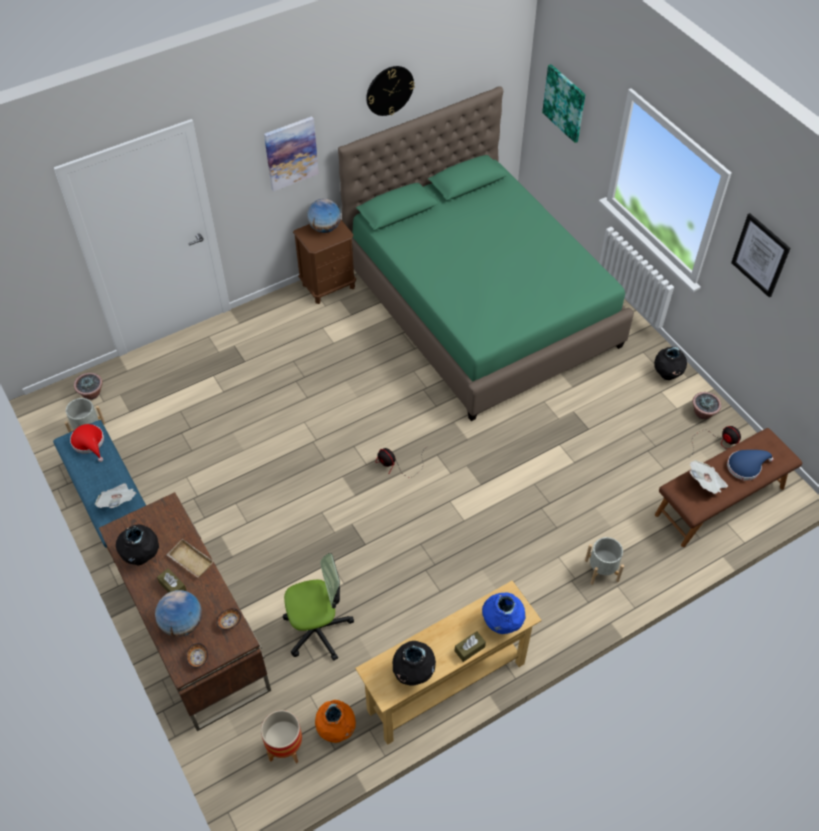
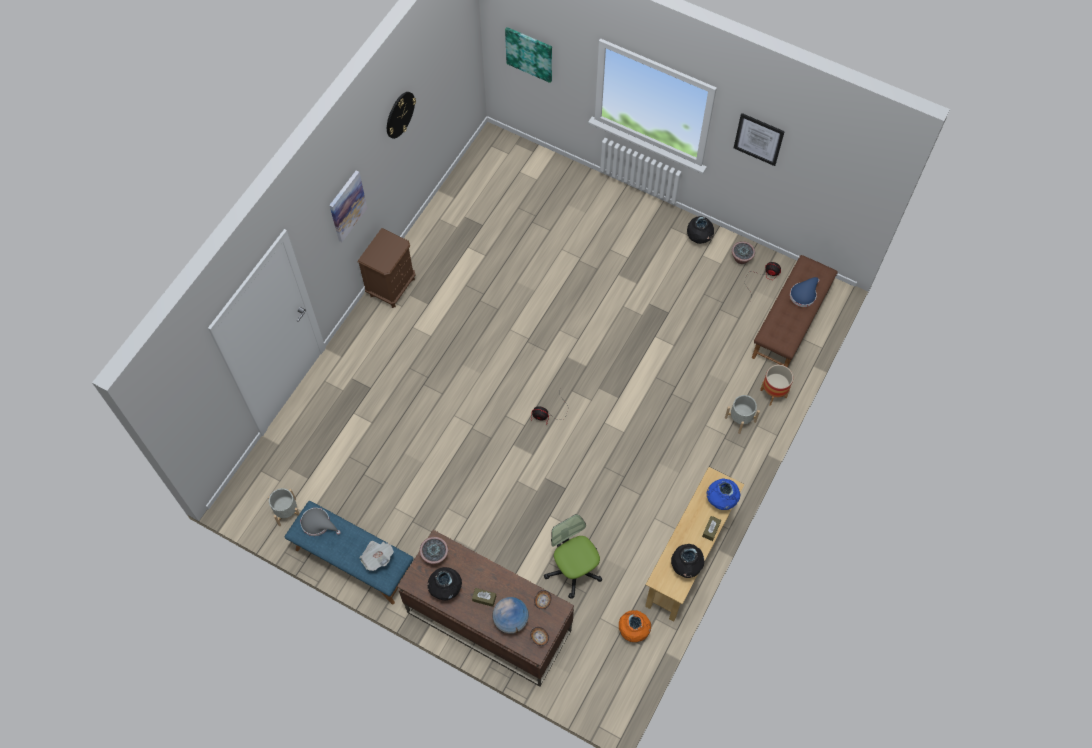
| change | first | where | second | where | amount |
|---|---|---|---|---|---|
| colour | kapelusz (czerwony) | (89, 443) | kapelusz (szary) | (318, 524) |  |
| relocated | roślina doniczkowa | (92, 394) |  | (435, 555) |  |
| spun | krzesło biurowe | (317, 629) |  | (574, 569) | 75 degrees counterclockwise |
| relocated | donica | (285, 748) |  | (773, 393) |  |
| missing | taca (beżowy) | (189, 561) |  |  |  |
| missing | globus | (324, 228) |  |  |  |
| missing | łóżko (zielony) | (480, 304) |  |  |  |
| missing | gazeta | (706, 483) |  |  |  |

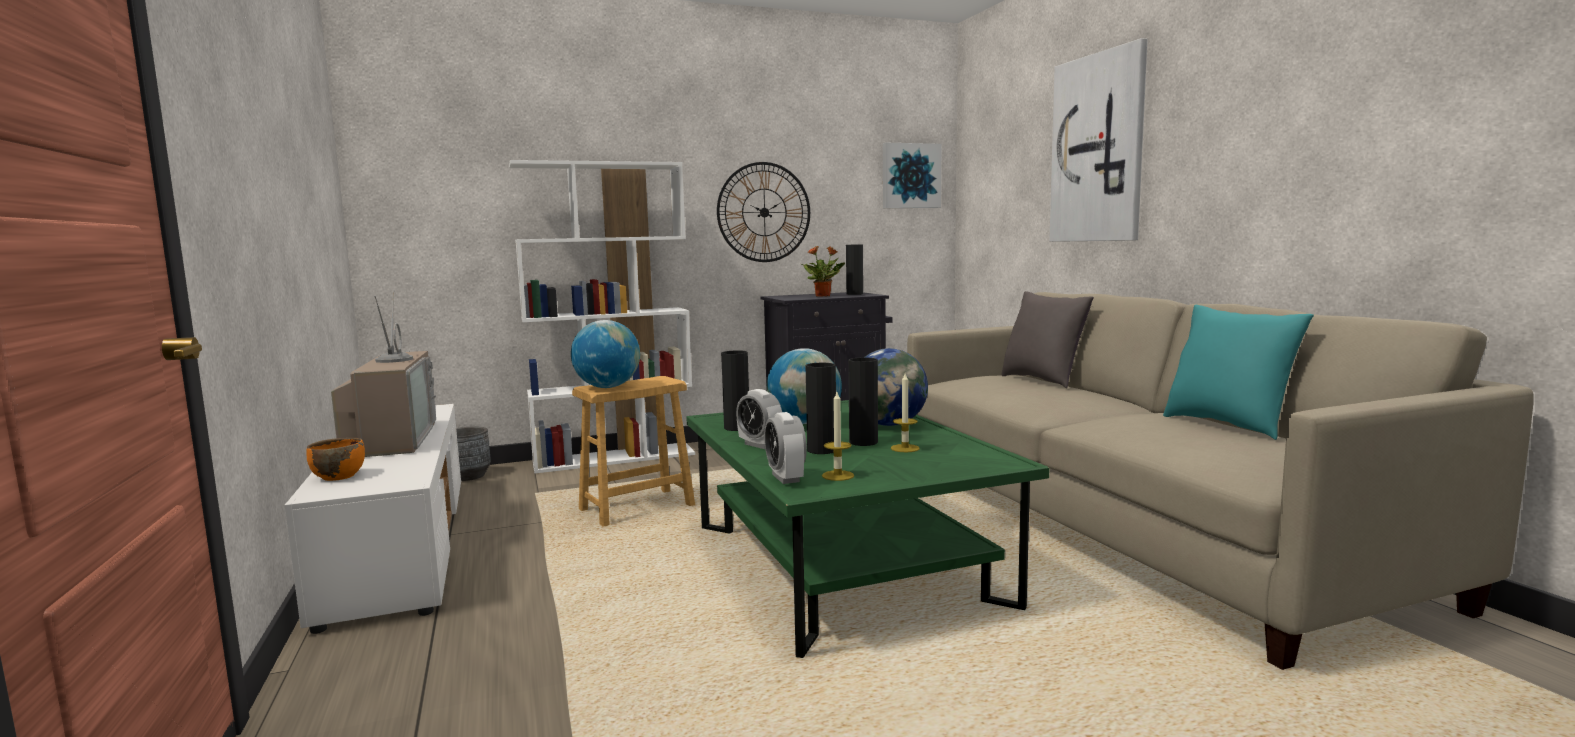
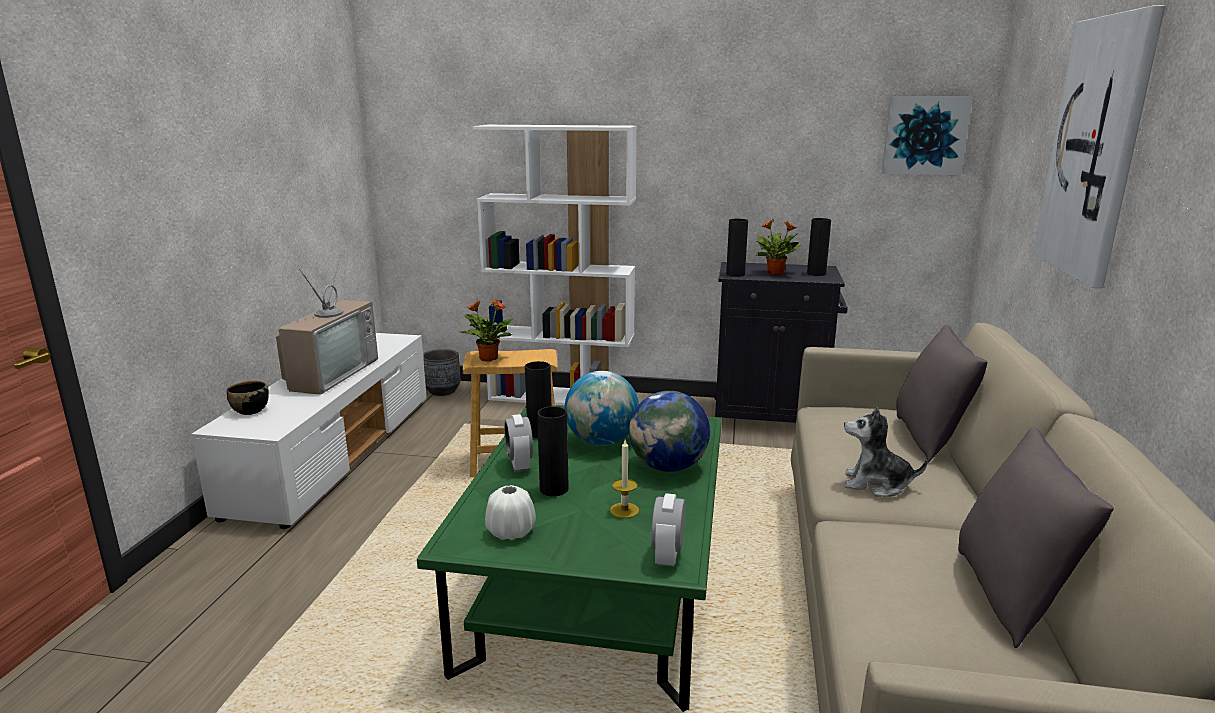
| change | first | where | second | where | amount |
|---|---|---|---|---|---|
| colour | miska (pomarańczowy) | (338, 476) | miska (czarny) | (250, 410) |  |
| exchanged | globus | (607, 387) | roślina doniczkowa | (488, 358) |  |
| exchanged | świeca | (838, 475) | wazon (biały) | (511, 532) |  |
| relocated | budzik | (786, 478) |  | (667, 556) |  |
| relocated | wazon (czarny) | (863, 442) |  | (735, 274) |  |
| appeared |  |  | pluszak | (876, 484) |  |
| colour | poduszka (turkusowy) | (1228, 425) | poduszka (szary) | (1010, 596) |  |
| missing | zegar ścienny | (764, 212) |  |  |  |

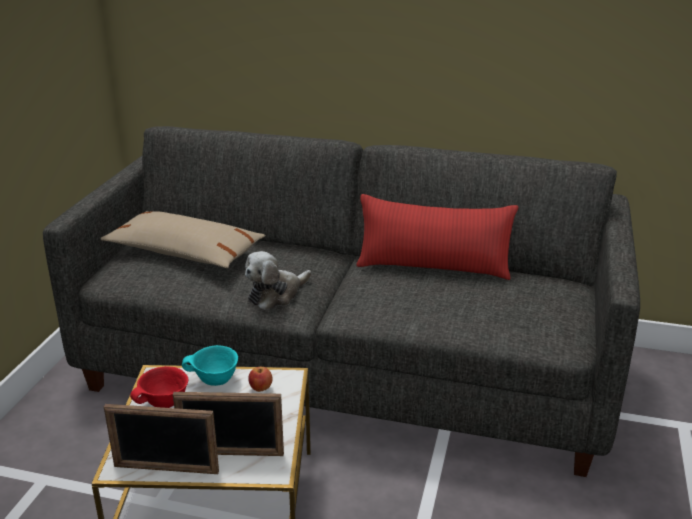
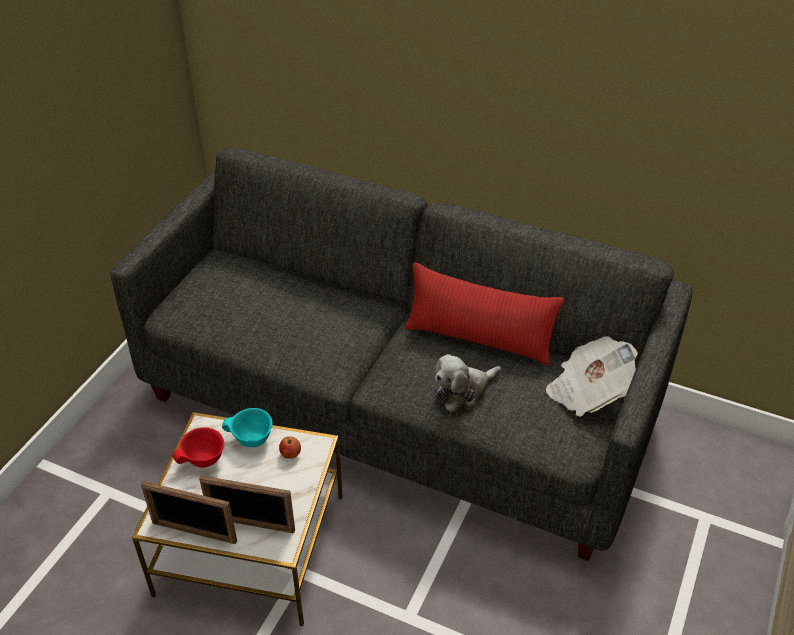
| change | first | where | second | where | amount |
|---|---|---|---|---|---|
| relocated | pluszak | (276, 295) |  | (463, 391) |  |
| appeared |  |  | gazeta | (588, 391) |  |
| missing | poduszka (beżowy) | (185, 253) |  |  |  |

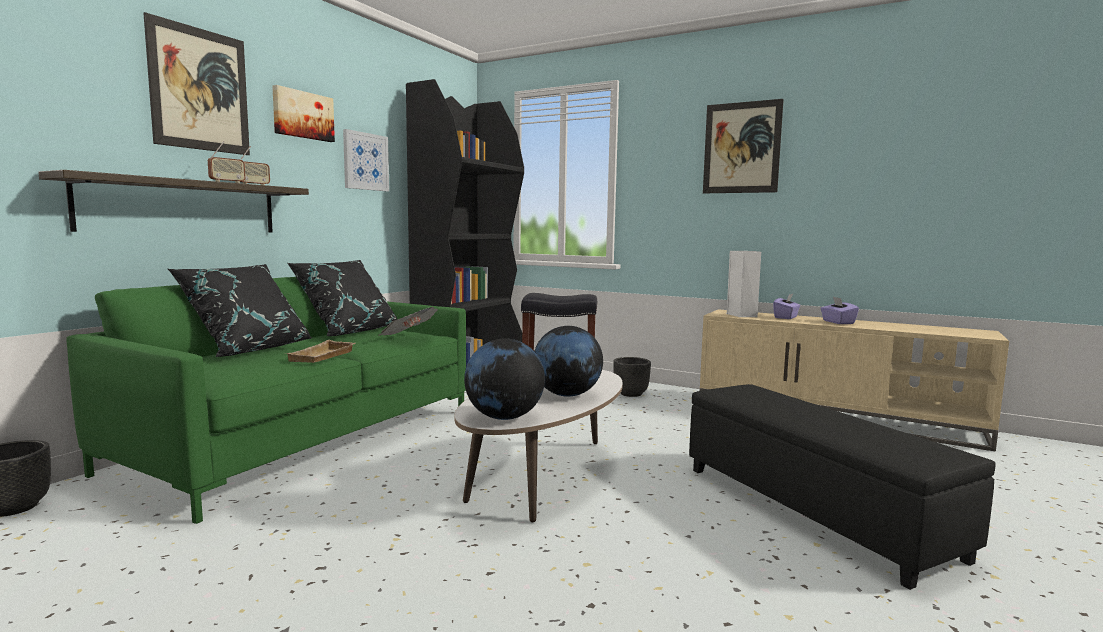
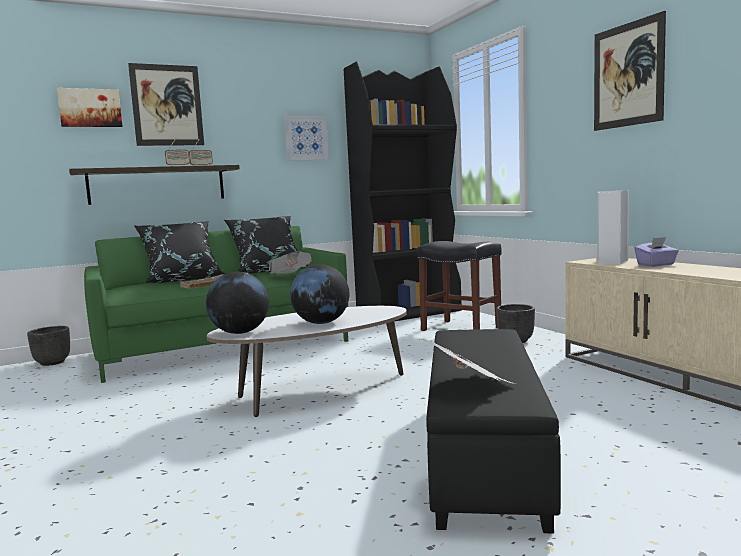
| change | first | where | second | where | amount |
|---|---|---|---|---|---|
| relocated | obraz | (302, 115) |  | (90, 108) |  |
| appeared |  |  | gazeta | (466, 386) |  |
| missing | pudełko chusteczek (fioletowy) | (837, 322) |  |  |  |

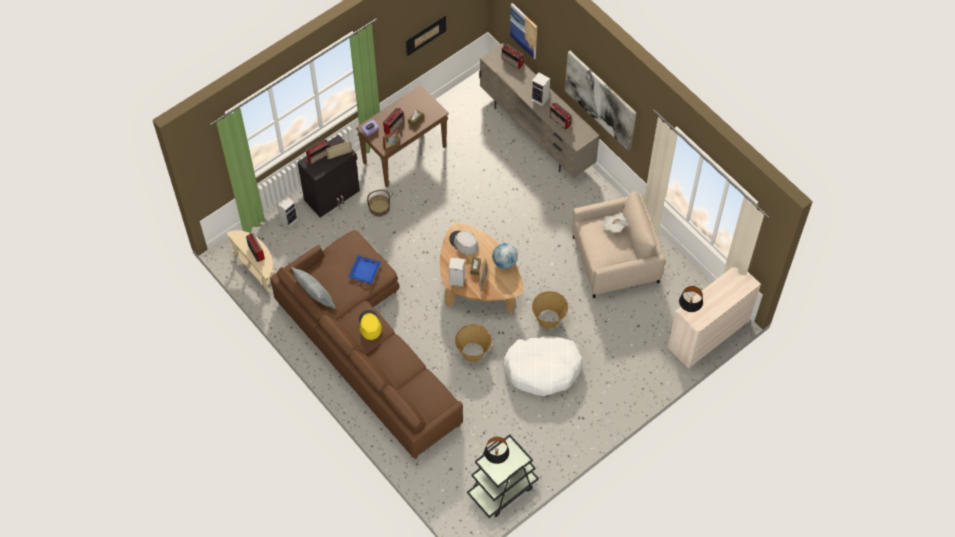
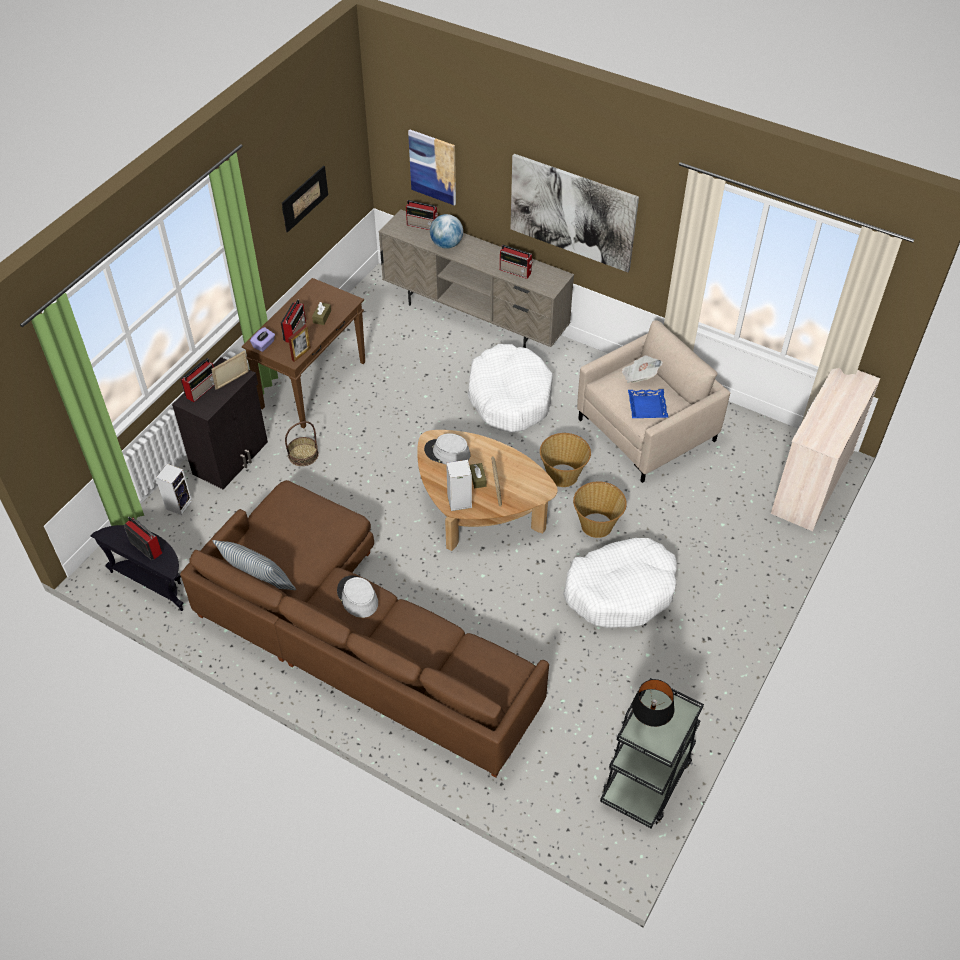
| change | first | where | second | where | amount |
|---|---|---|---|---|---|
| colour | stolik (beżowy) | (257, 270) | stolik (czarny) | (153, 582) |  |
| colour | kapelusz (żółty) | (369, 325) | kapelusz (szary) | (357, 597) |  |
| relocated | globus | (504, 262) |  | (446, 244) |  |
| appeared |  |  | legowisko (biały) | (509, 397) |  |
| relocated | koszyk | (473, 352) |  | (563, 475) |  |
| relocated | taca (niebieski) | (364, 271) |  | (647, 407) |  |
| missing | głośnik | (540, 99) |  |  |  |
| missing | lampa stołowa (czarny) | (688, 312) |  |  |  |

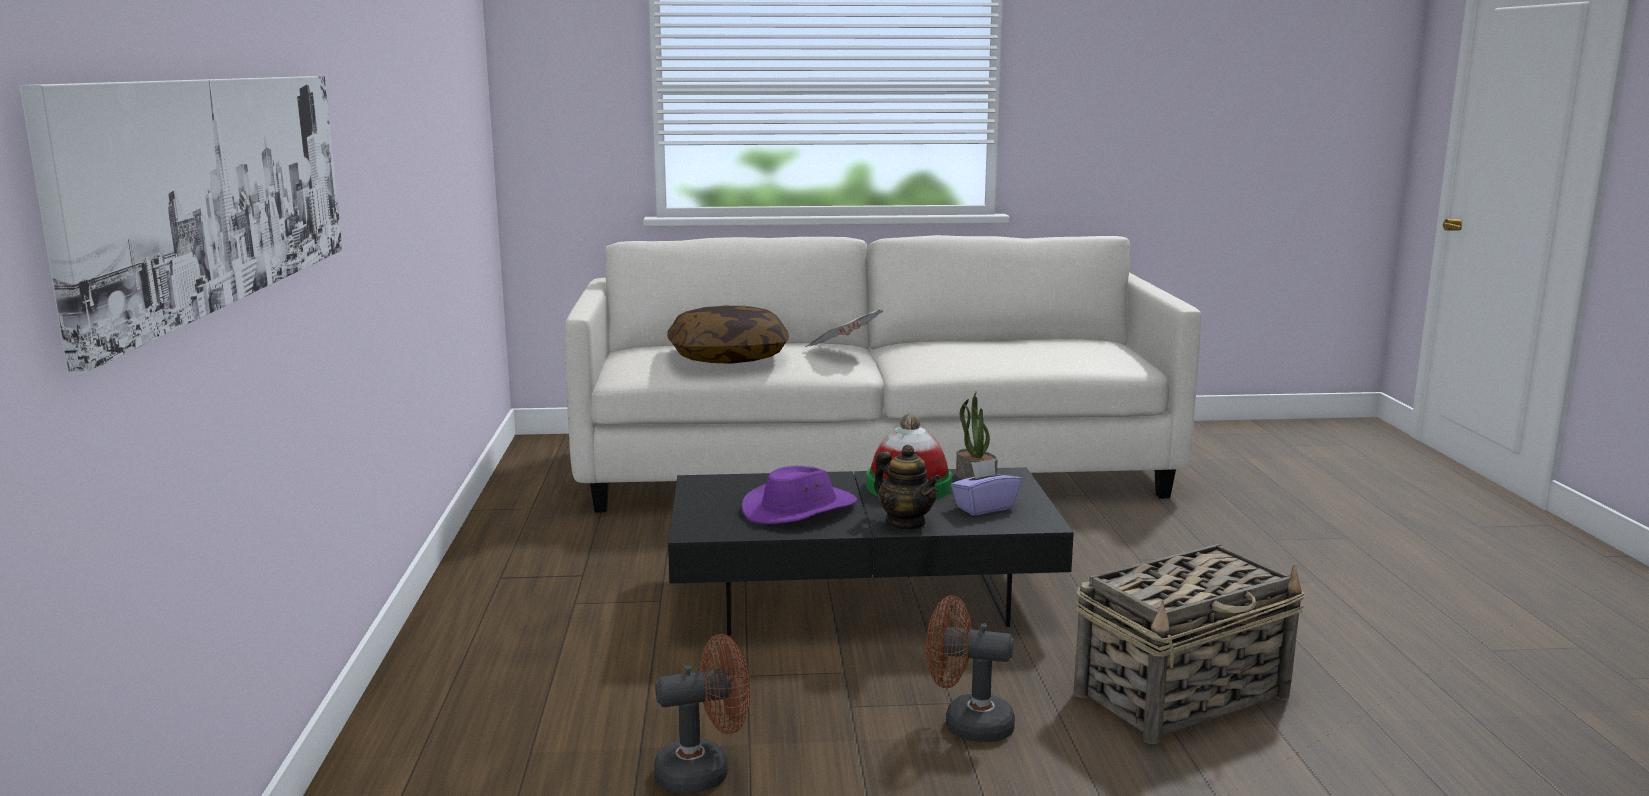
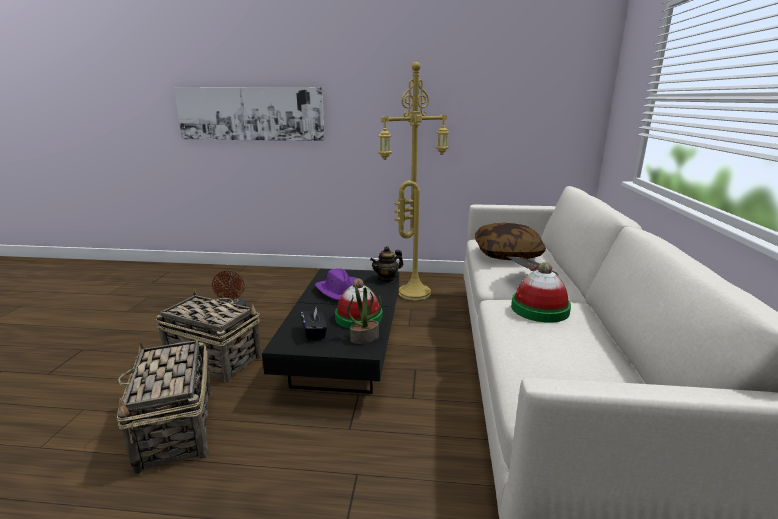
| change | first | where | second | where | amount |
|---|---|---|---|---|---|
| exchanged | wentylator (brązowy) | (967, 724) | koszyk | (213, 359) |  |
| colour | pudełko chusteczek (fioletowy) | (984, 507) | pudełko chusteczek (czarny) | (314, 333) |  |
| relocated | imbryk | (906, 523) |  | (387, 279) |  |
| appeared |  |  | lampa stojąca (żółty) | (414, 292) |  |
| appeared |  |  | kapelusz | (539, 309) |  |

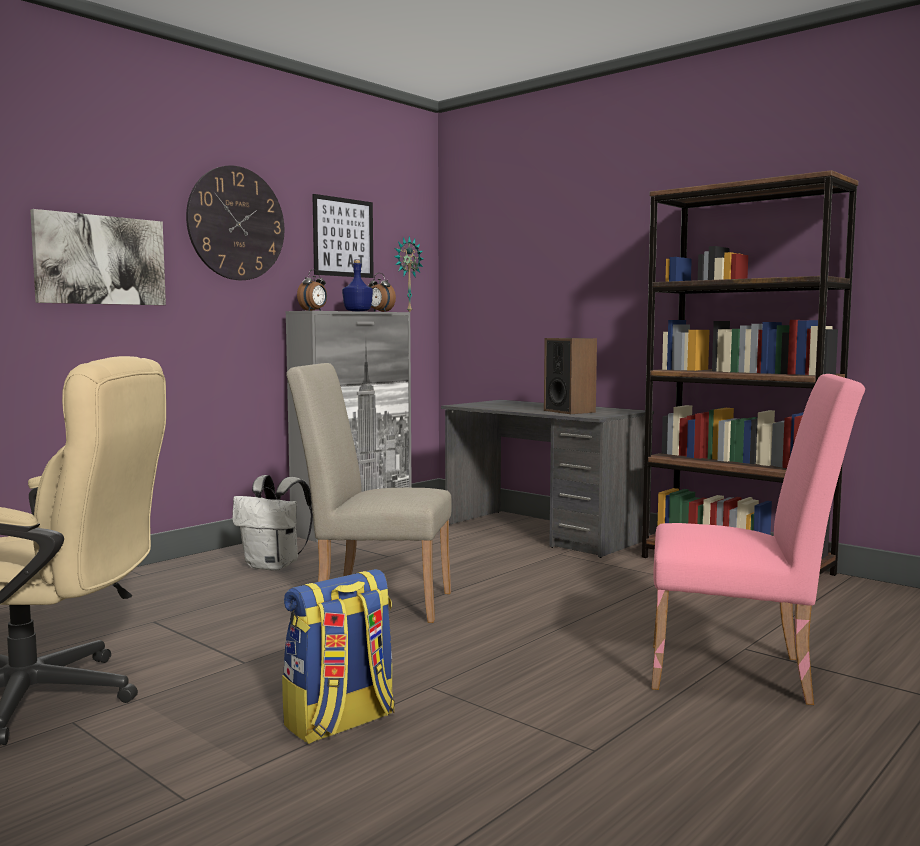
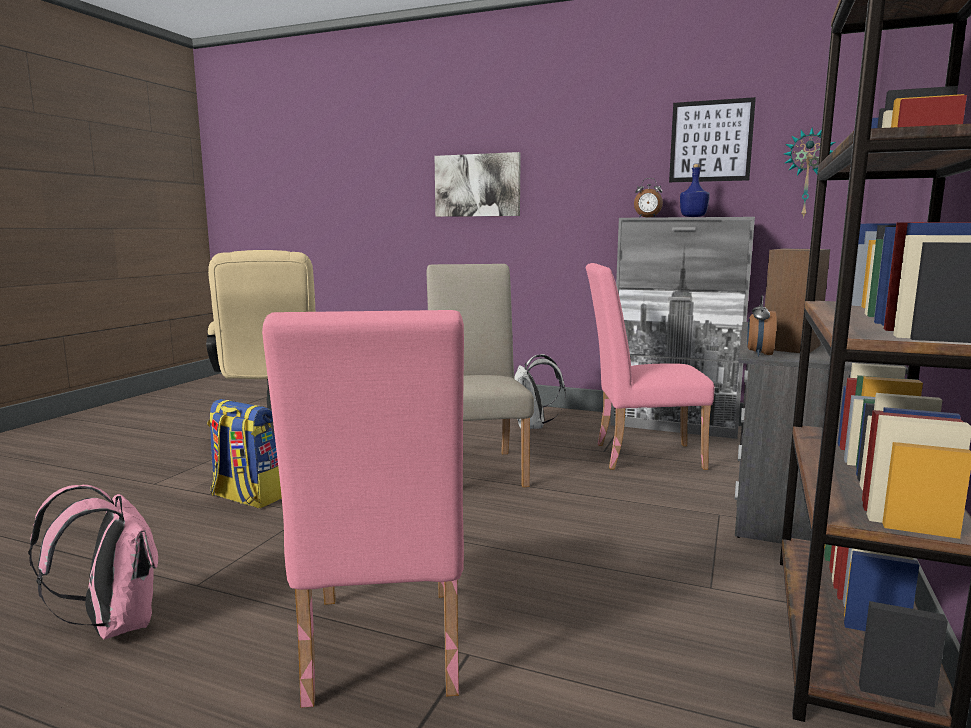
| change | first | where | second | where | amount |
|---|---|---|---|---|---|
| appeared |  |  | plecak (różowy) | (114, 625) |  |
| appeared |  |  | krzesło (różowy) | (639, 455) |  |
| relocated | budzik | (380, 311) |  | (759, 354) |  |
| missing | zegar ścienny | (236, 223) |  |  |  |

